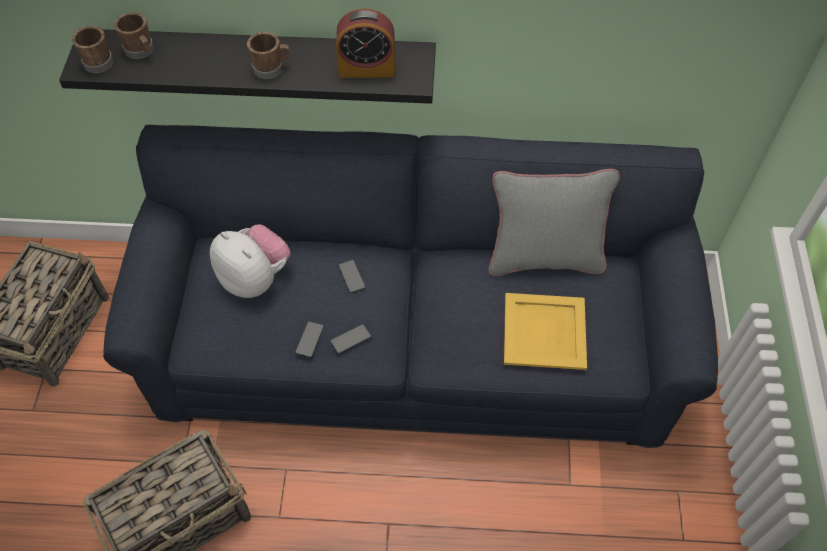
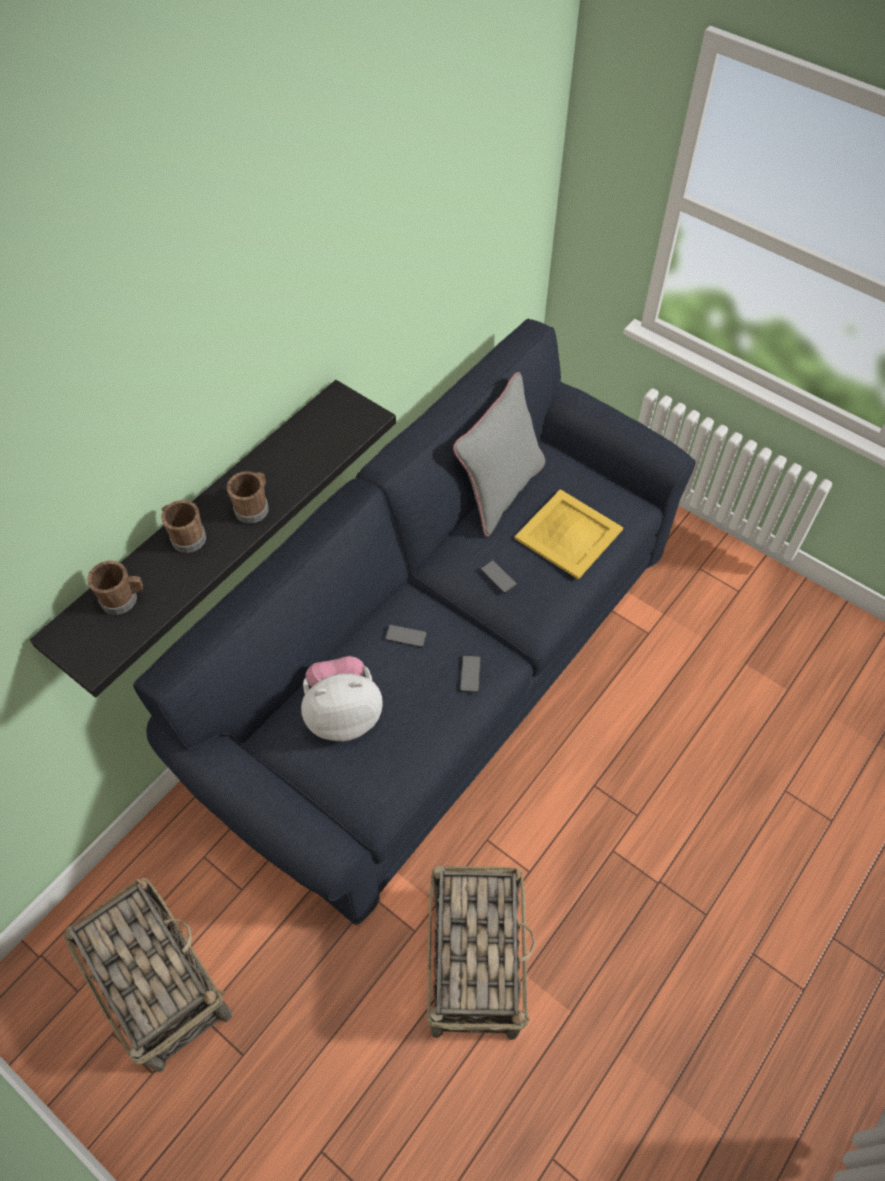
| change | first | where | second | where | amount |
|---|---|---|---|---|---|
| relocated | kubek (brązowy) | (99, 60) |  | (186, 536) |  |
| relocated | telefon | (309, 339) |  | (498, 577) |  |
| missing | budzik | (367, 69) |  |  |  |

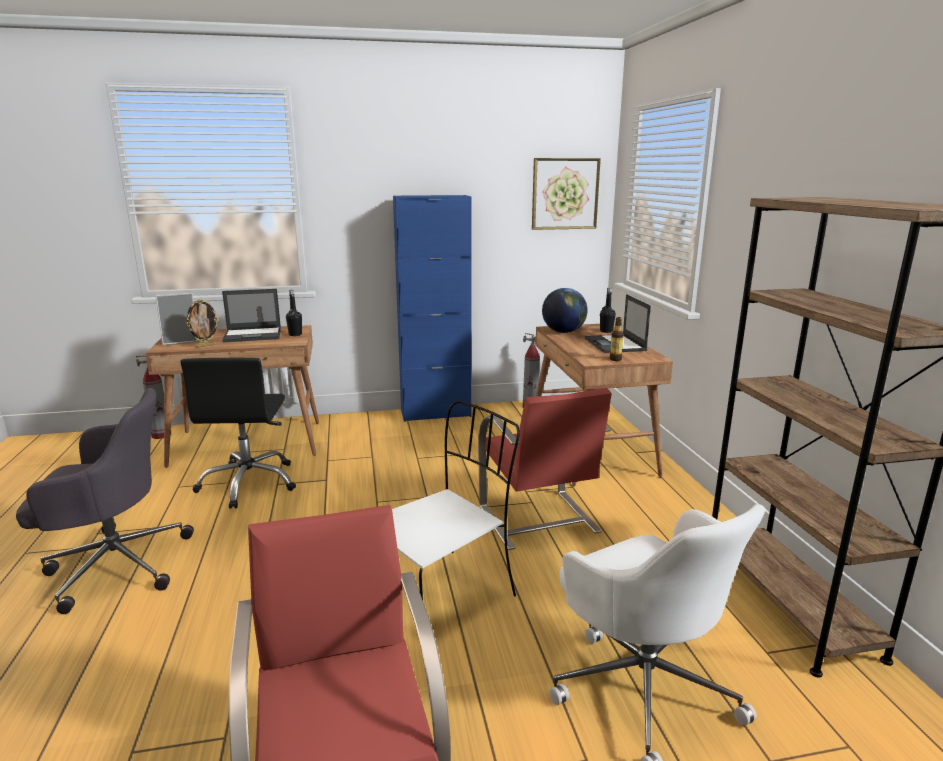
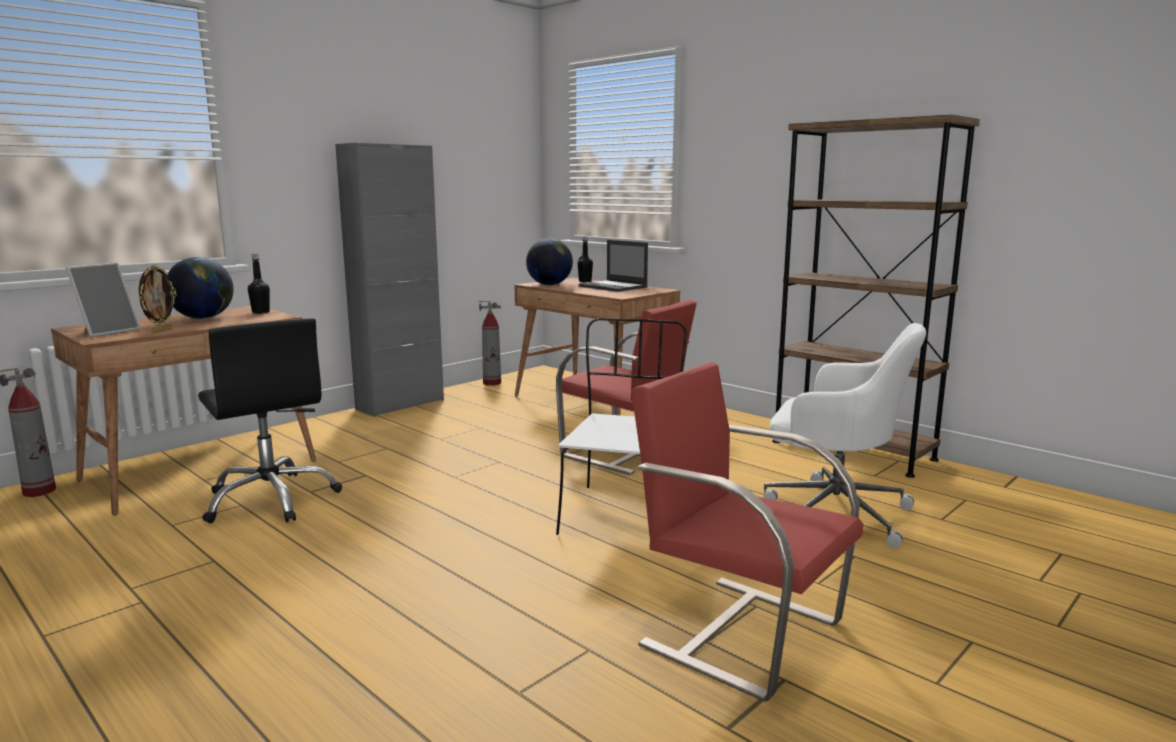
| change | first | where | second | where | amount |
|---|---|---|---|---|---|
| exchanged | laptop | (253, 335) | globus | (203, 318) |  |
| colour | szafka (niebieski) | (435, 413) | szafka (szary) | (400, 404) |  |
| missing | krzesło biurowe (szary) | (115, 565) |  |  |  |
| missing | obraz | (565, 194) |  |  |  |
| missing | butelka | (615, 359) |  |  |  |

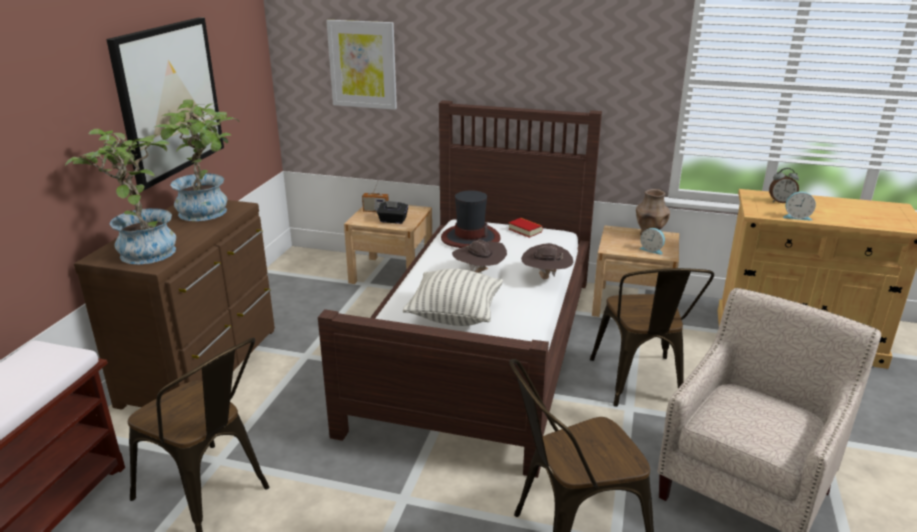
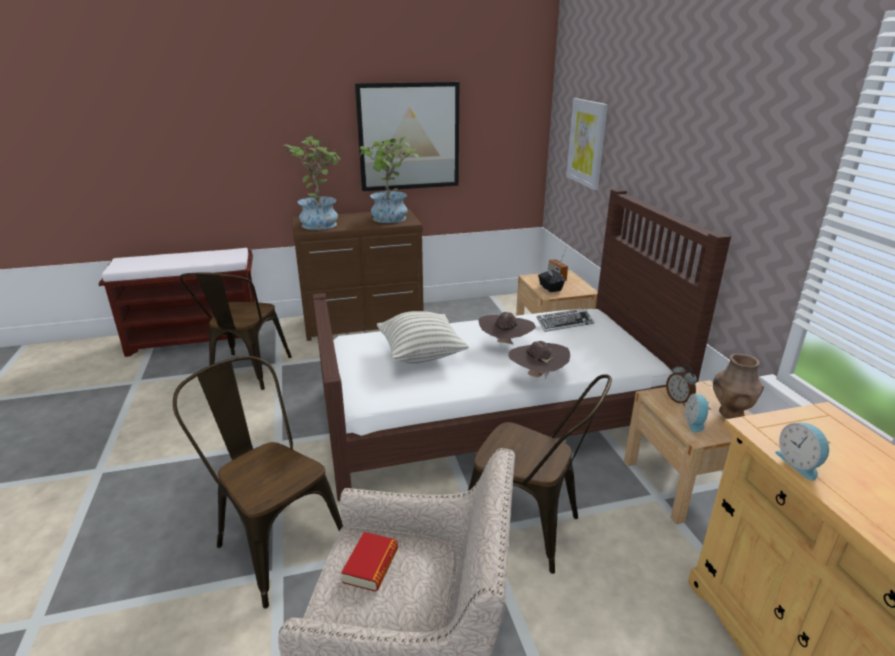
| change | first | where | second | where | amount |
|---|---|---|---|---|---|
| relocated | książka | (525, 230) |  | (371, 566) |  |
| spun | krzesło (brązowy) | (640, 385) |  | (530, 530) | 120 degrees counterclockwise |
| exchanged | kapelusz | (470, 238) | klawiatura | (564, 323) |  |
| relocated | budzik | (781, 201) |  | (678, 400) |  |

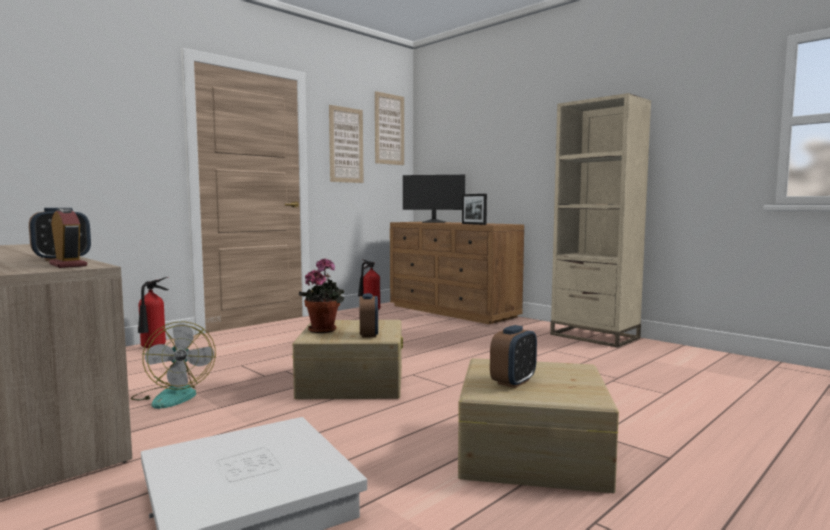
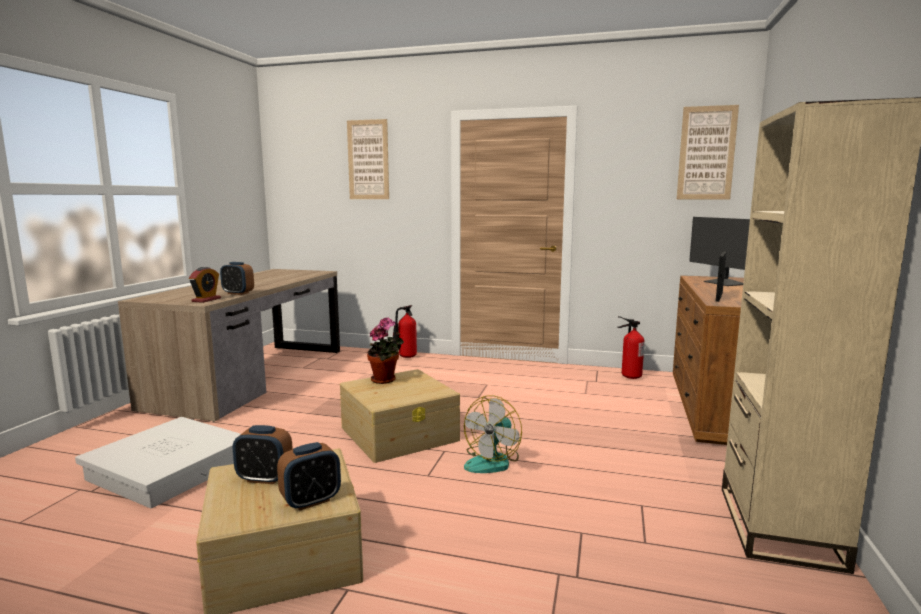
| change | first | where | second | where | amount |
|---|---|---|---|---|---|
| relocated | budzik | (369, 334) |  | (311, 501) |  |
| relocated | obraz | (346, 145) |  | (368, 160) |  |
| relocated | wentylator | (173, 395) |  | (493, 461) |  |

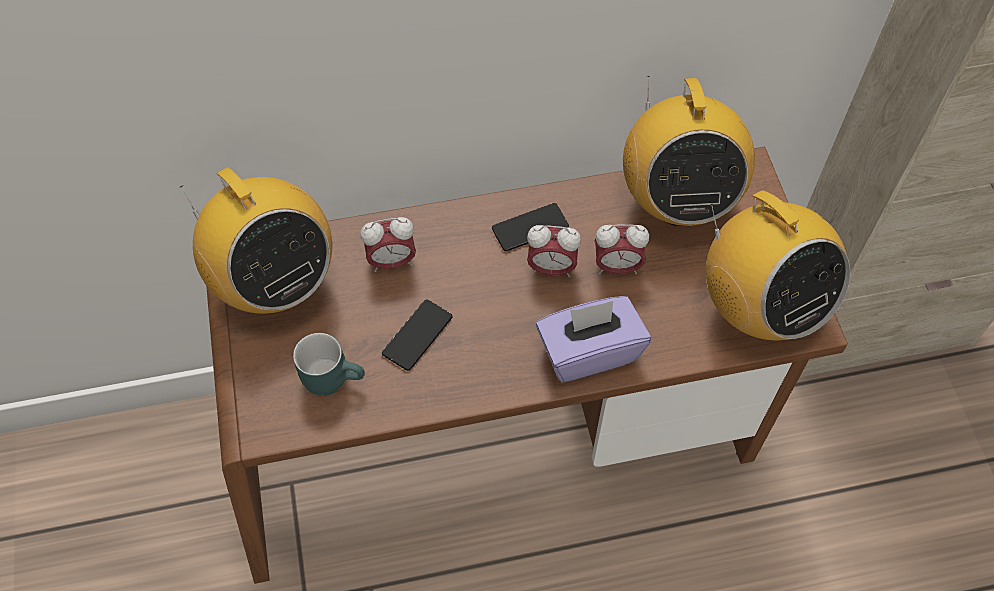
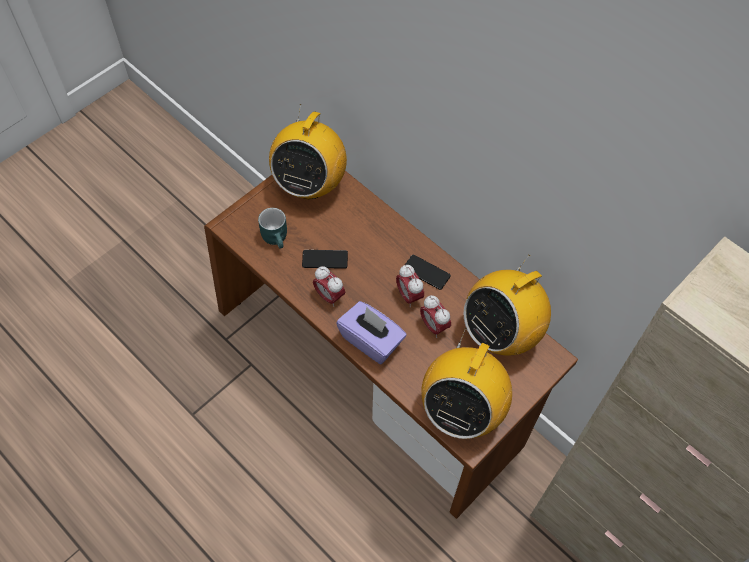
| change | first | where | second | where | amount |
|---|---|---|---|---|---|
| relocated | budzik | (391, 261) |  | (329, 296) |  |

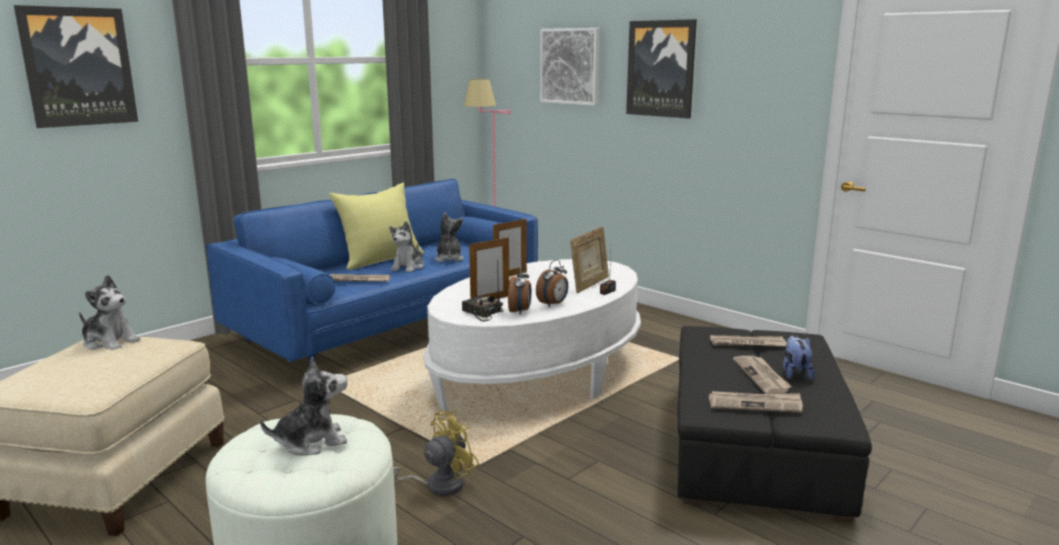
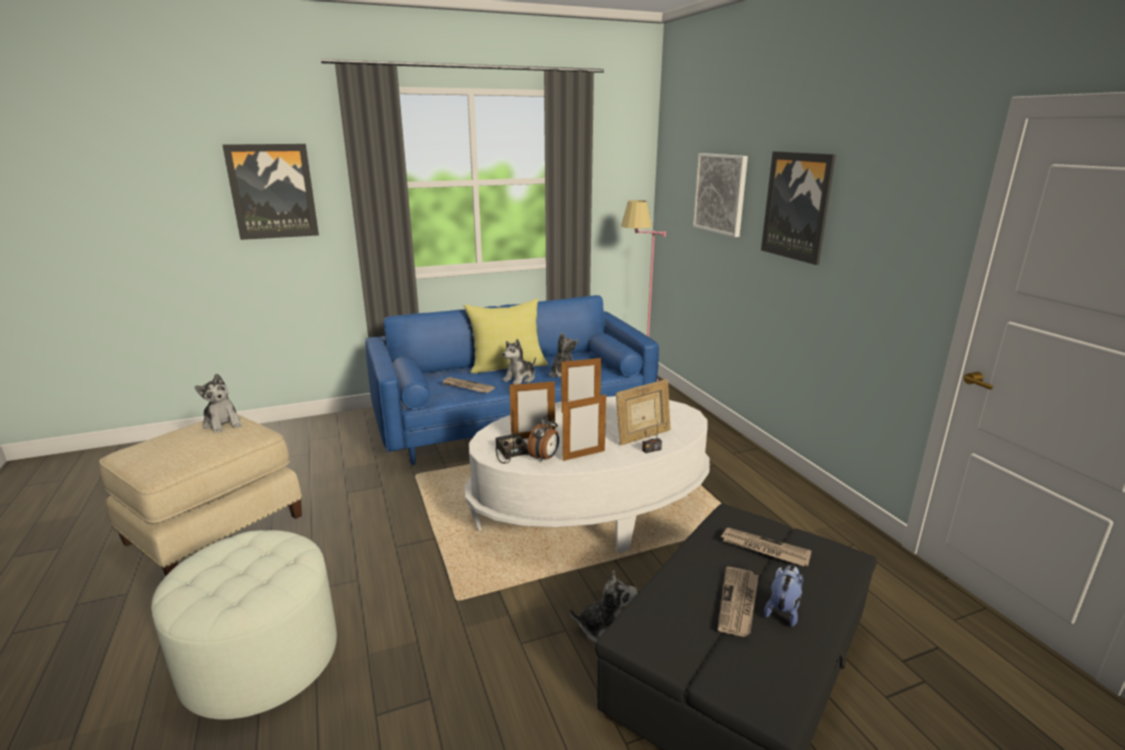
| change | first | where | second | where | amount |
|---|---|---|---|---|---|
| exchanged | budzik | (553, 304) | ramka na zdjęcie | (583, 455) |  |
| relocated | pluszak | (311, 442) |  | (605, 629) |  |
| missing | wentylator (żółty) | (436, 485) |  |  |  |
| missing | gazeta | (755, 404) |  |  |  |

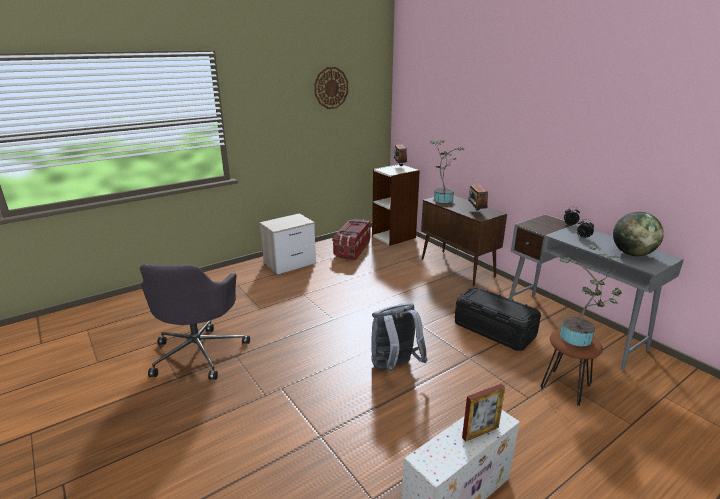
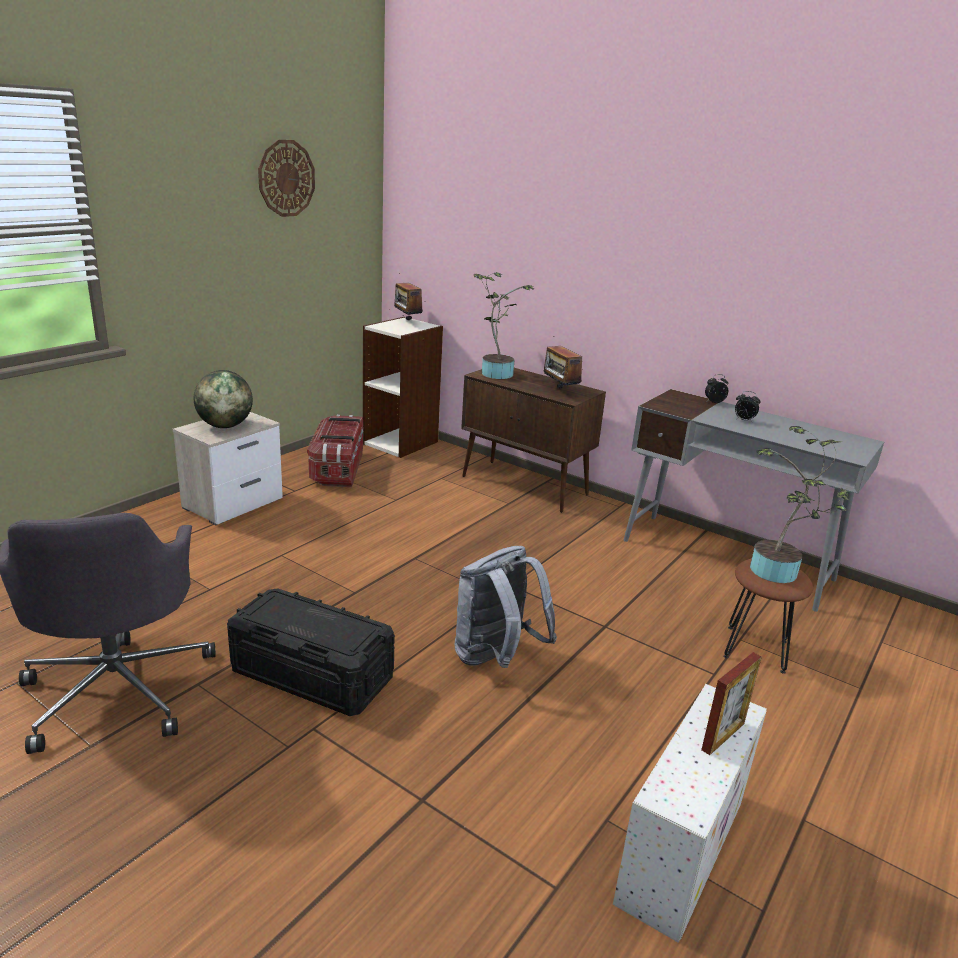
| change | first | where | second | where | amount |
|---|---|---|---|---|---|
| relocated | globus | (632, 254) |  | (225, 426) |  |
| relocated | pojemnik do przechowywania (czarny) | (494, 330) |  | (312, 674) |  |

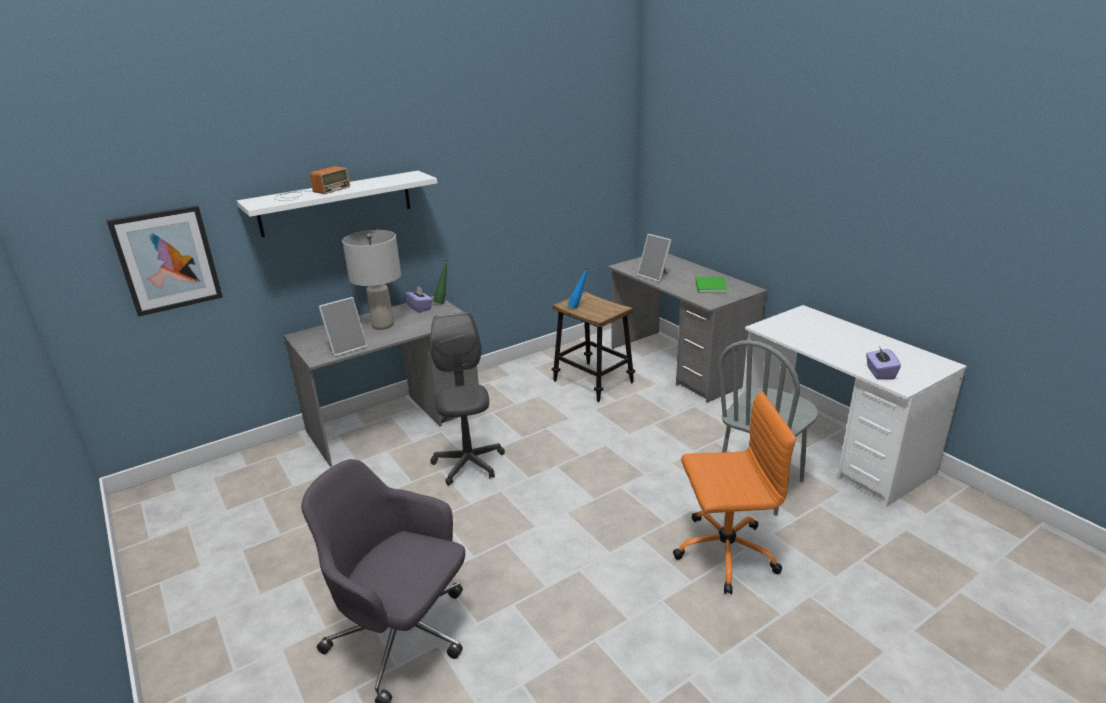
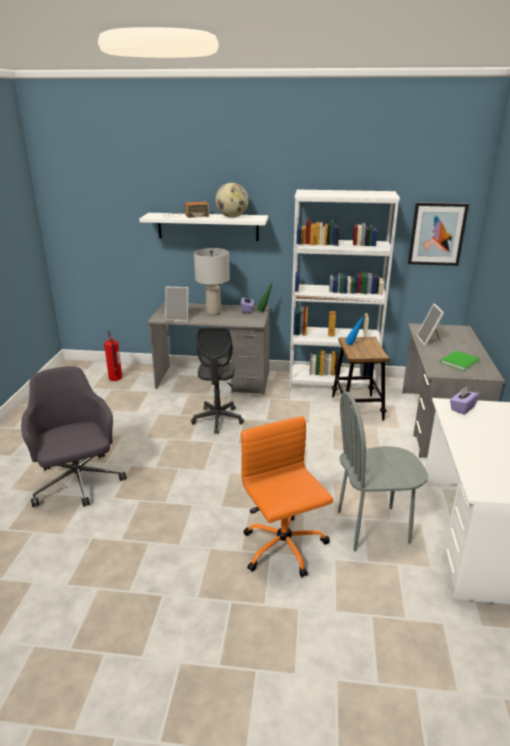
| change | first | where | second | where | amount |
|---|---|---|---|---|---|
| appeared |  |  | gaśnica | (115, 378) |  |
| spun | krzesło biurowe (szary) | (468, 464) |  | (218, 420) | 150 degrees clockwise |
| appeared |  |  | globus | (232, 217) |  |
| spun | krzesło biurowe (pomarańczowy) | (723, 552) |  | (284, 548) | 150 degrees counterclockwise |
| appeared |  |  | regał (biały) | (332, 382) |  |
| relocated | obraz | (167, 260) |  | (437, 234) |  |
| relocated | pudełko chusteczek (fioletowy) | (879, 373) |  | (462, 408) |  |

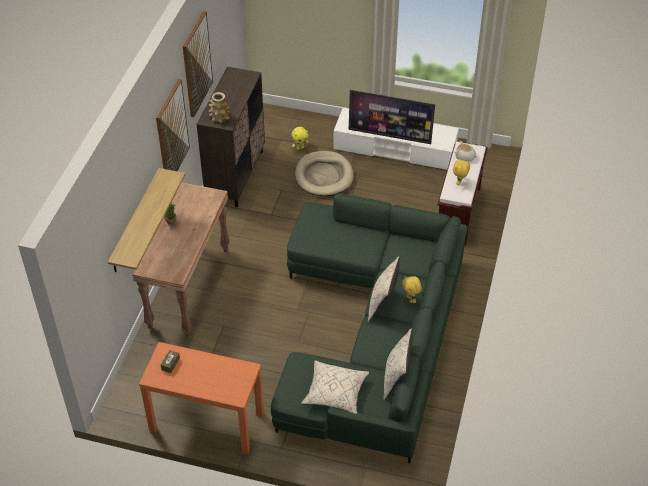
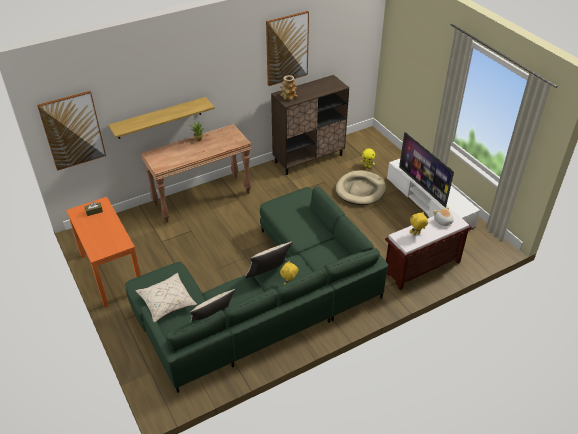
| change | first | where | second | where | amount |
|---|---|---|---|---|---|
| relocated | obraz | (171, 133) |  | (72, 130) |  |

